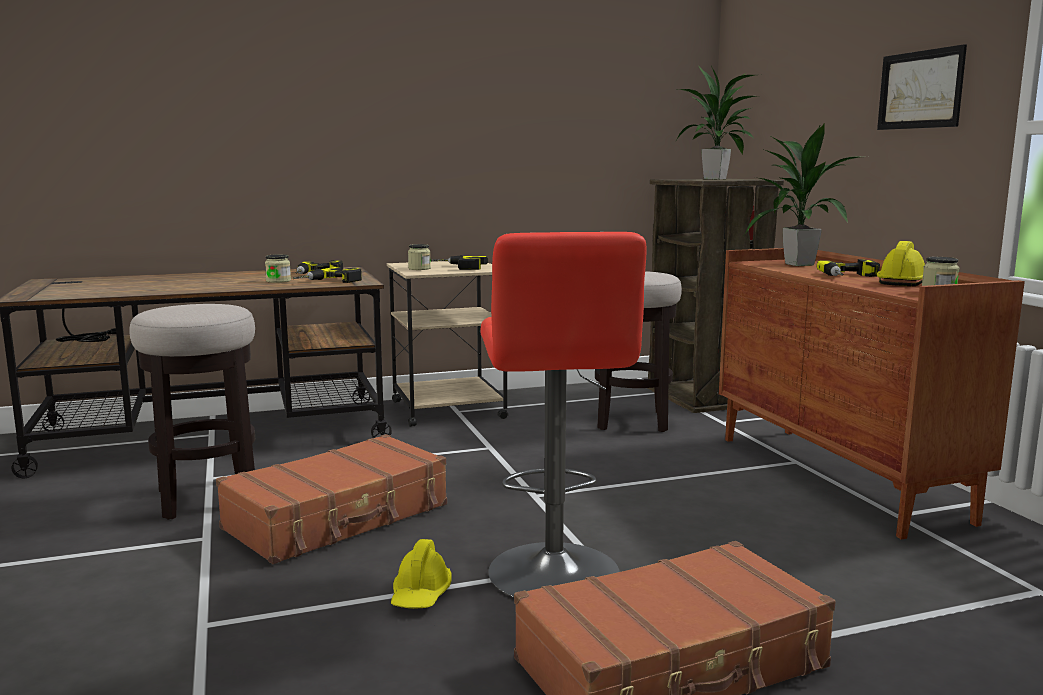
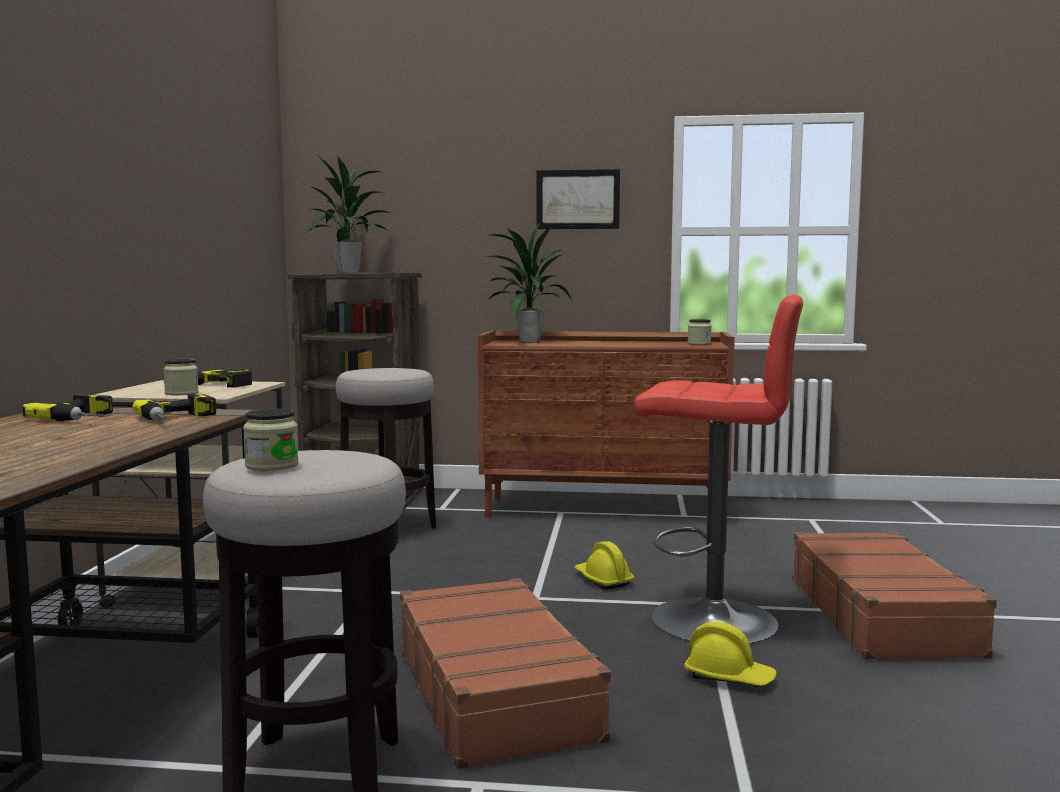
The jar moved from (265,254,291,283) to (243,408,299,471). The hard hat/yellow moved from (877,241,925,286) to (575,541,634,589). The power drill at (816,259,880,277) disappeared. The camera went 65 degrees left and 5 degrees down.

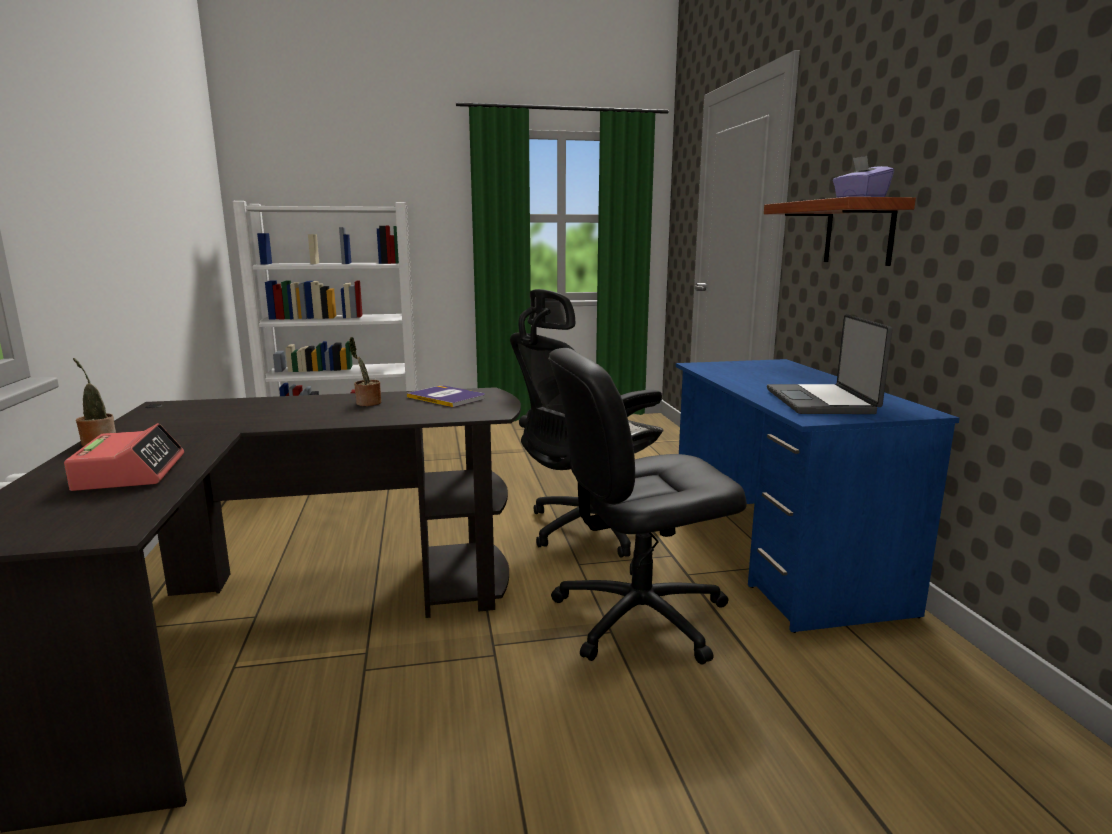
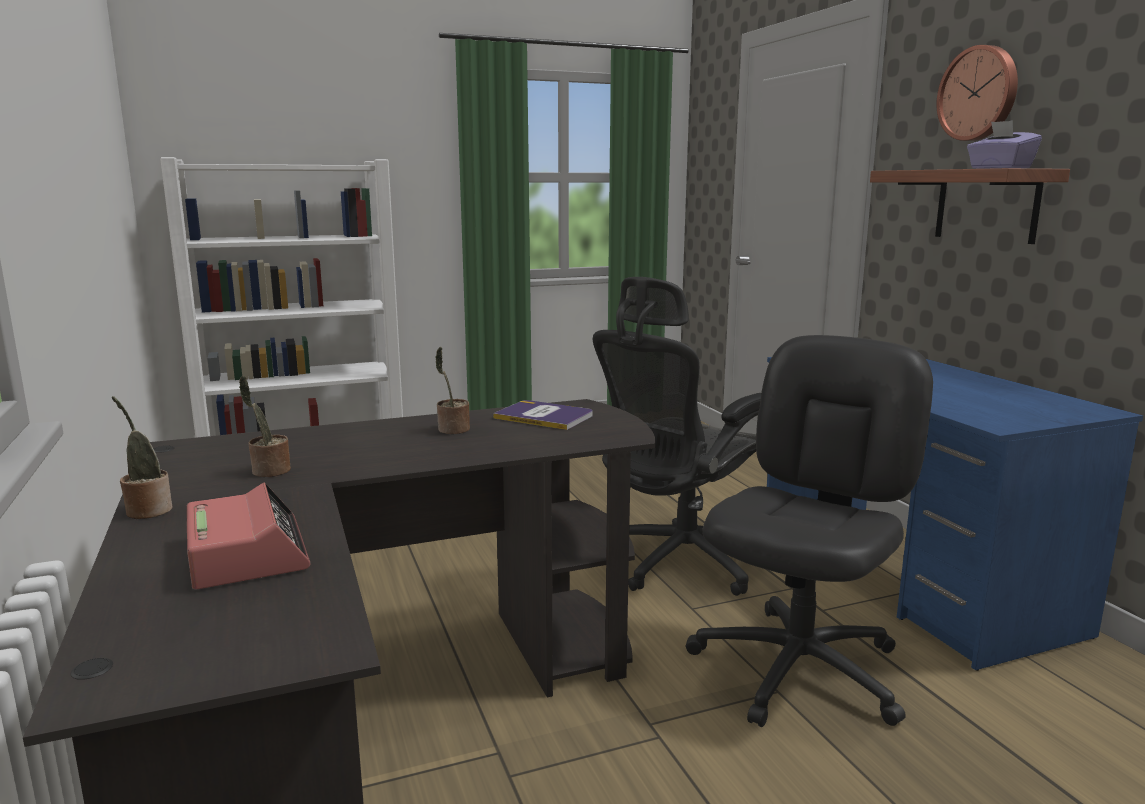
The potted plant at (239,376,291,477) appeared. The office chair/black at (548,348,747,665) turned 150 degrees clockwise. The wall clock at (936,45,1018,141) appeared. The laptop at (767,315,892,414) disappeared. The camera went 10 degrees left and 0 degrees up.

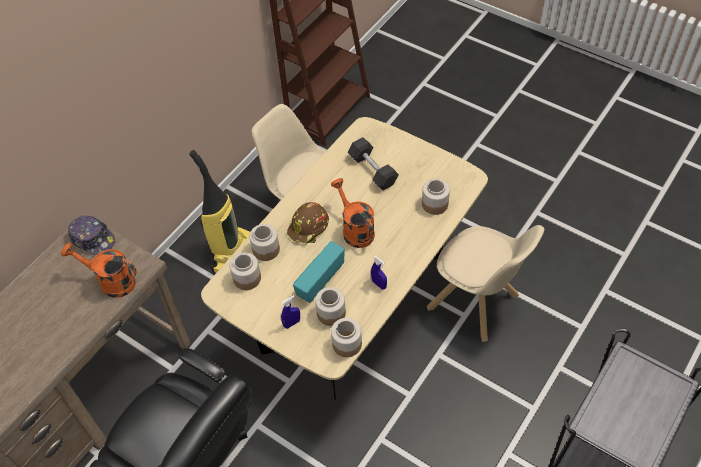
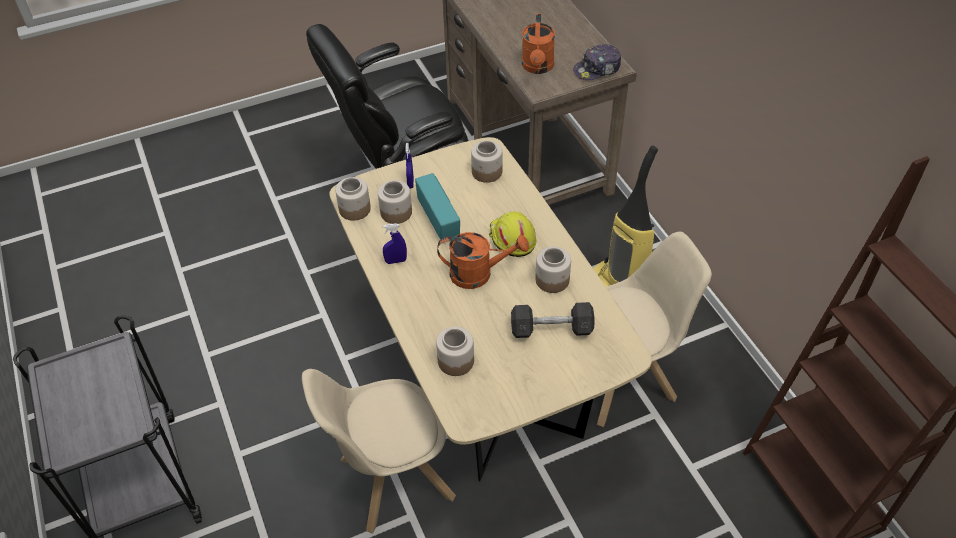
The hard hat/brown at (287,202,329,243) became the hard hat/yellow at (489,212,536,257). The watering can/orange at (61,243,137,298) turned 135 degrees clockwise. The jar moved from (249,224,280,261) to (535,247,571,293). The camera went 120 degrees right and 5 degrees down.

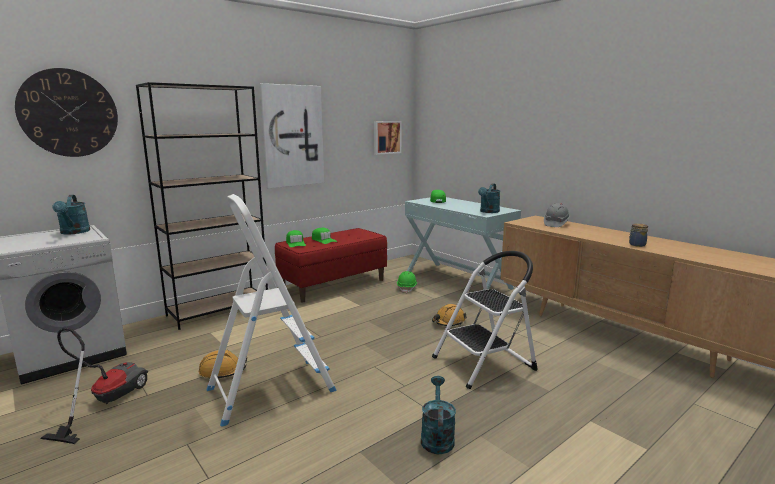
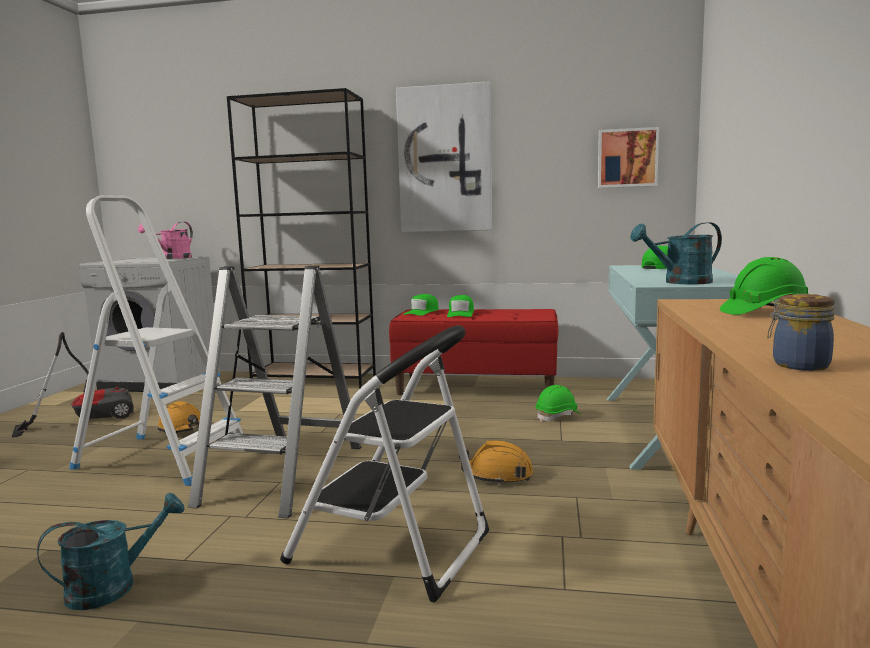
The watering can/turquoise at (52,195,90,234) became the watering can/pink at (138,222,193,259). The step ladder/grey at (188,266,362,519) appeared. The hard hat/grey at (544,203,570,227) became the hard hat/green at (720,257,808,315). The wall clock at (15,68,118,157) disappeared. The camera went 50 degrees right and 5 degrees down.

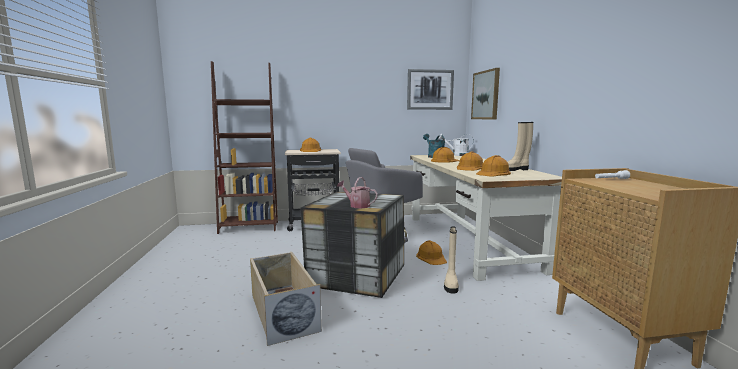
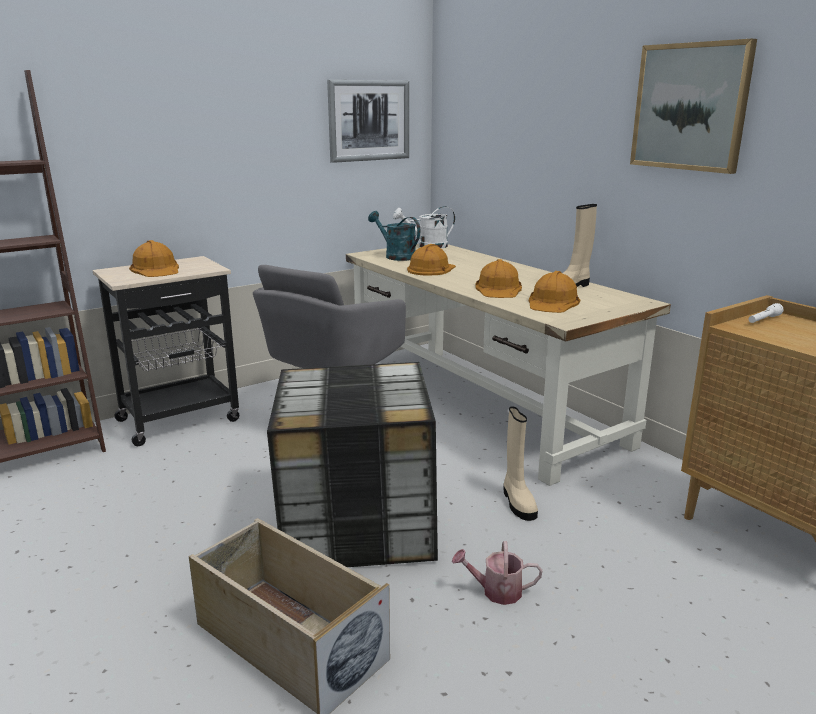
The watering can moved from (337,177,378,208) to (452,541,542,605). The picture moved from (471,68,500,120) to (630,39,757,174). The hard hat/orange at (416,240,447,265) disappeared. The camera went 25 degrees left and 10 degrees up.

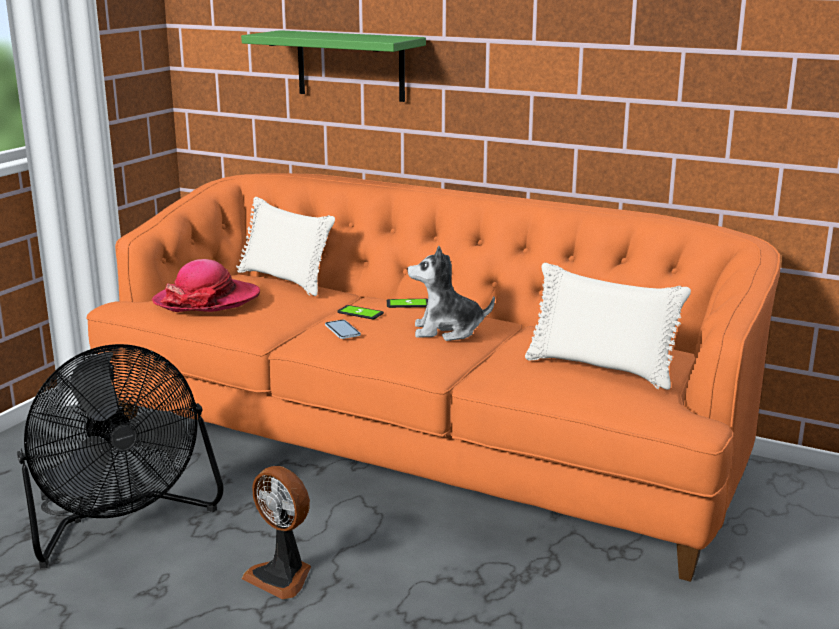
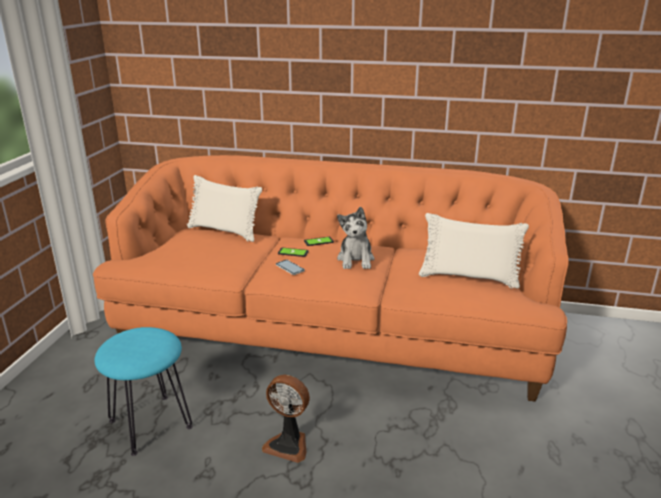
The fan/black at (17,344,224,568) was replaced by the stool/turquoise at (94,327,193,456). The plush toy at (407,246,495,341) turned 75 degrees counterclockwise. The hat at (151,259,260,312) disappeared. The shelf/green at (241,30,426,102) disappeared. The camera went 15 degrees left and 5 degrees up.

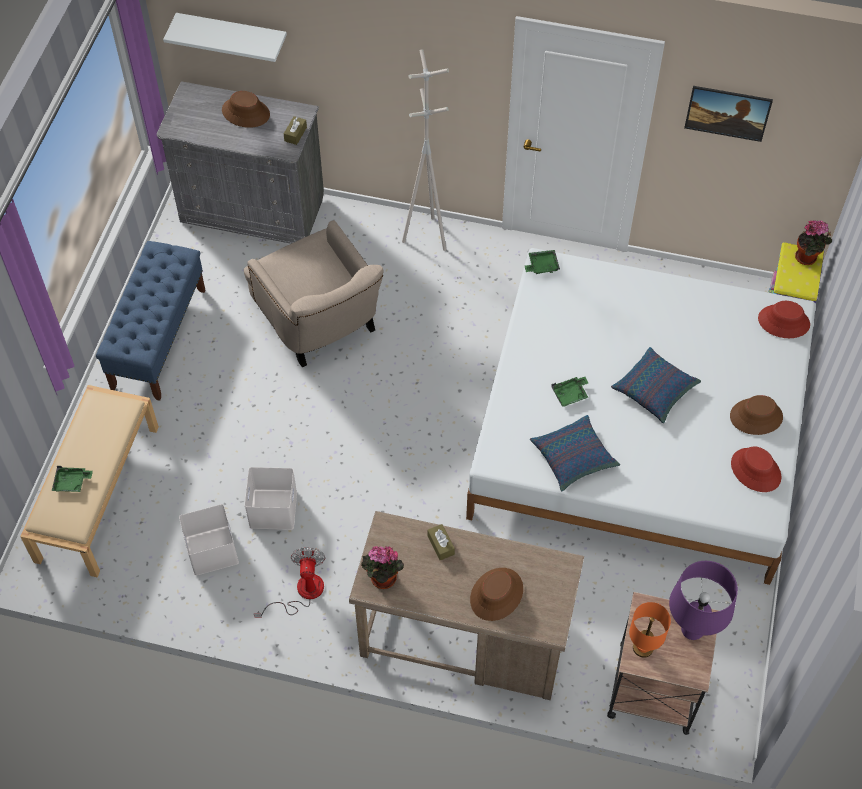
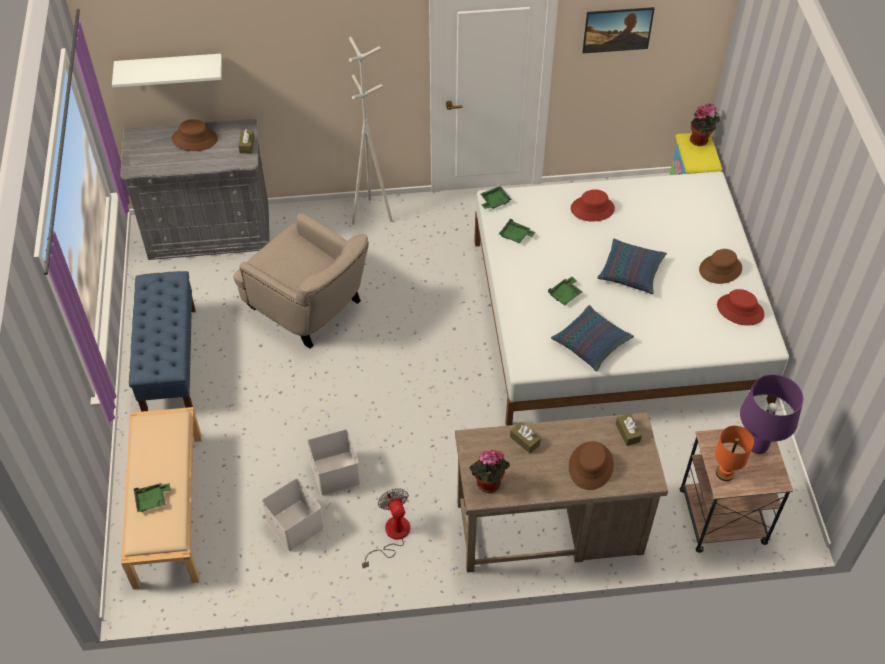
The tray/green at (499,219,535,243) appeared. The hat/red moved from (758,301,810,338) to (571,189,615,222). The tissue box/brown at (616,414,642,446) appeared. The camera went 20 degrees left and 5 degrees down.

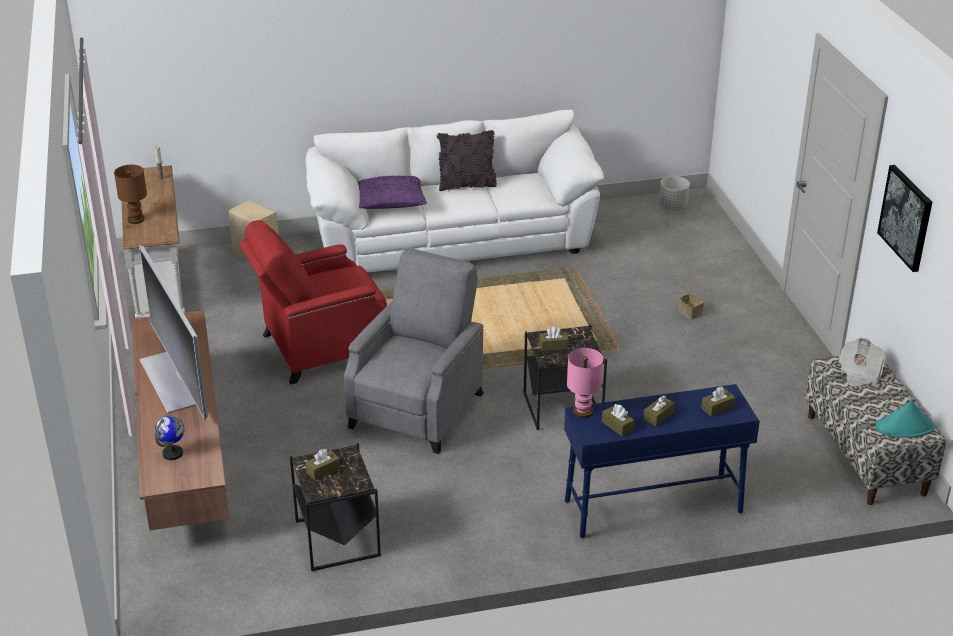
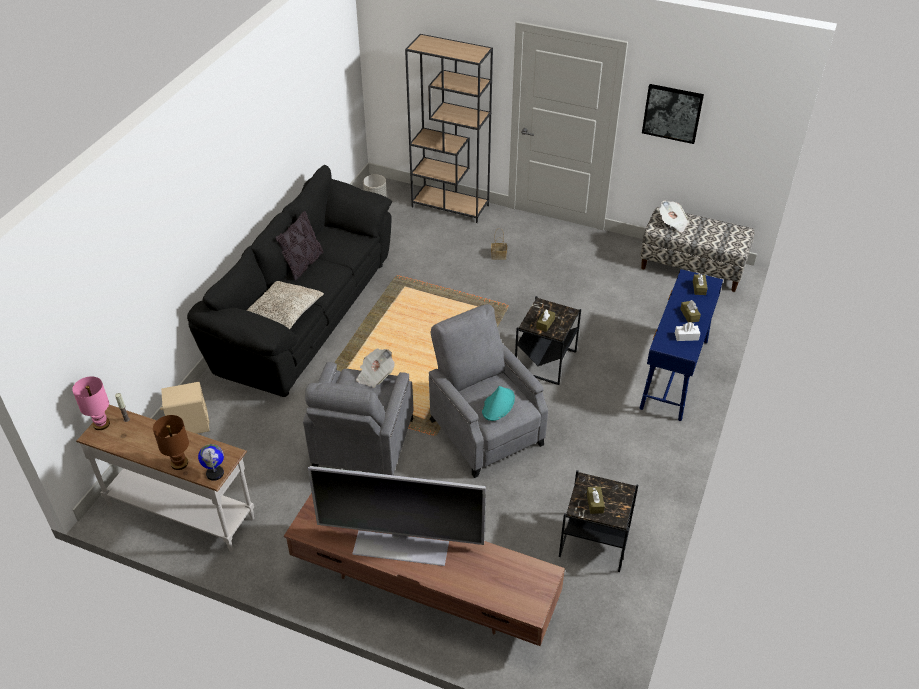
The table lamp/pink moved from (567,348,603,418) to (72,376,110,430). The sofa/white at (306,110,604,272) became the sofa/black at (187,165,392,397). The globe moved from (155,415,184,460) to (198,444,224,481). The pillow/purple at (358,176,427,209) became the pillow/beige at (246,281,324,330). The armchair/red at (240,220,387,385) became the armchair/grey at (303,362,413,475). The newspaper at (356,349,395,388) appeared. The bookcase at (405,34,493,223) appeared. The hat/turquoise moved from (876,400,935,438) to (482,386,515,421). The tissue box/brown at (602,404,635,436) became the tissue box/white at (675,322,700,341). The camera went 55 degrees left and 10 degrees up.

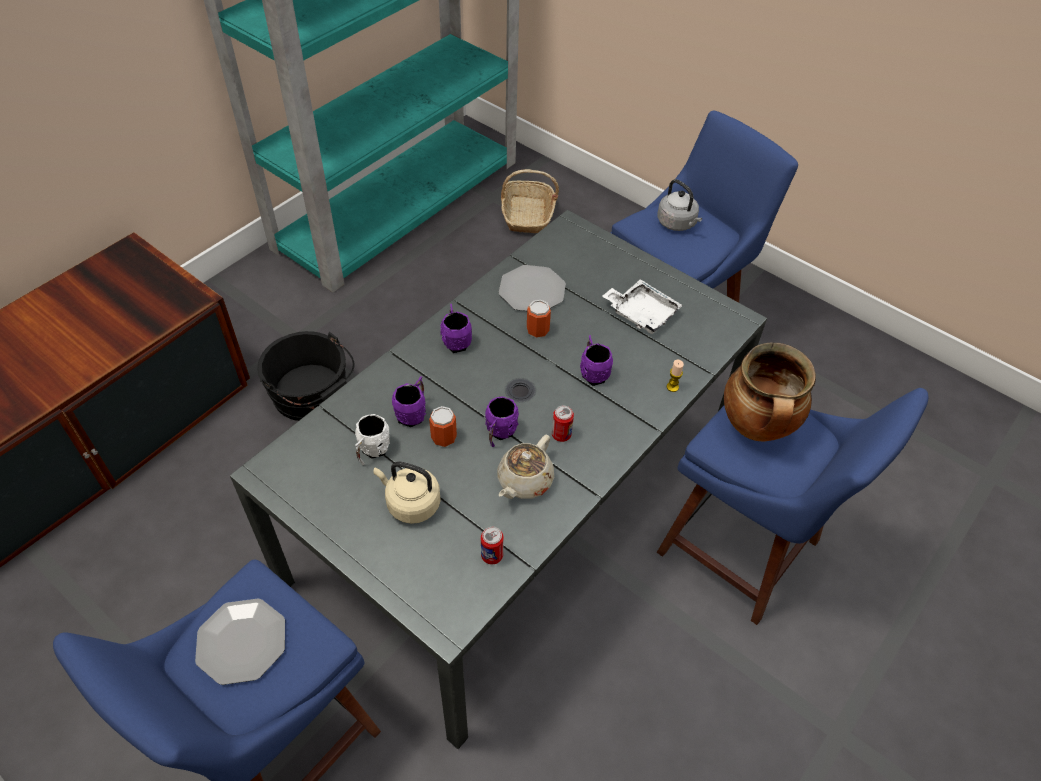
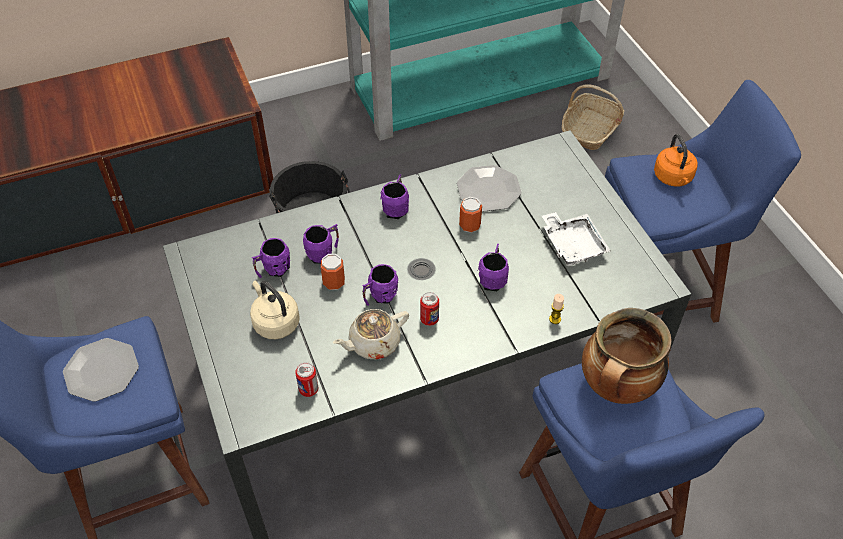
The mug/white at (355,414,390,465) became the mug/purple at (252,238,290,278). The kettle/grey at (657,179,702,231) became the kettle/orange at (654,134,698,186). The camera went 30 degrees right and 0 degrees up.

